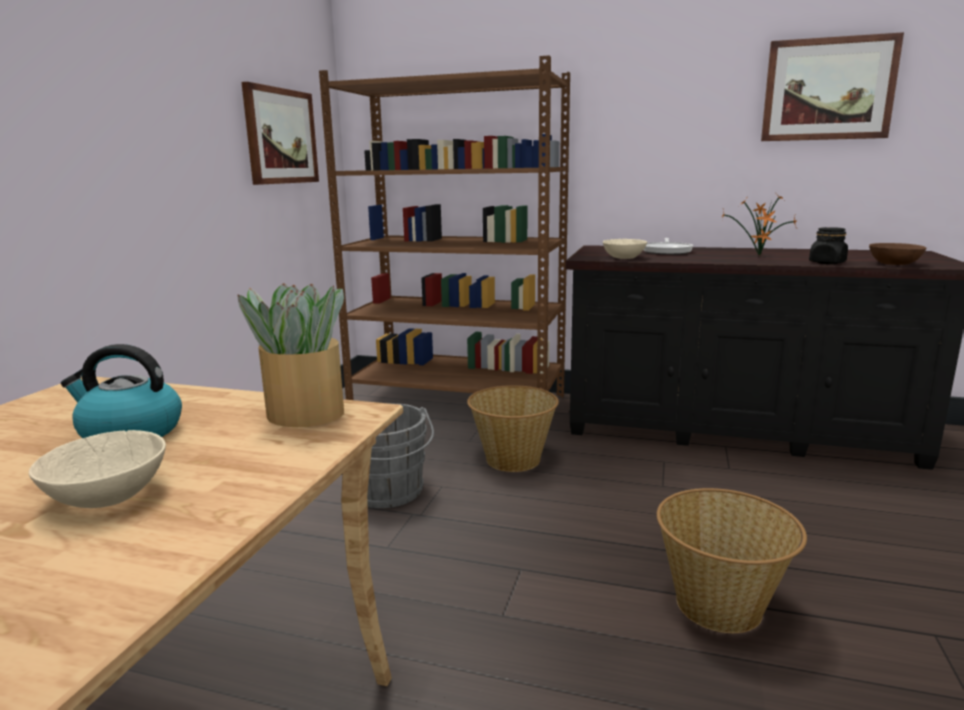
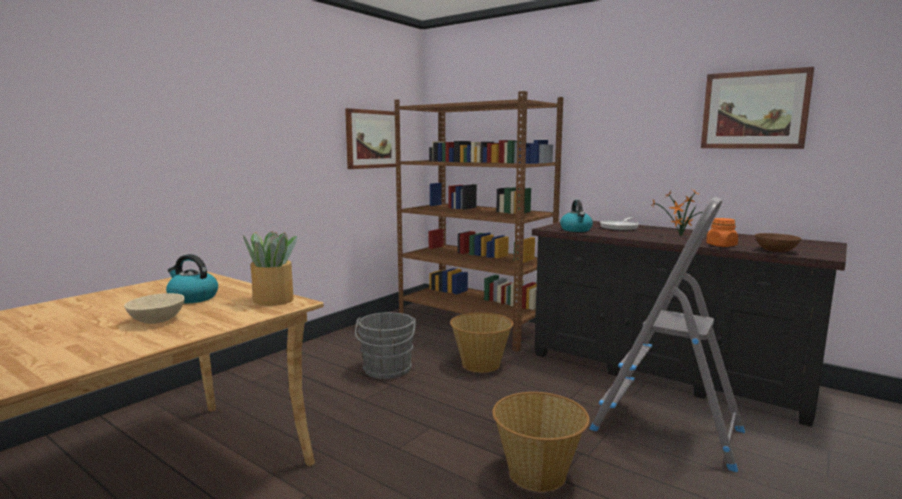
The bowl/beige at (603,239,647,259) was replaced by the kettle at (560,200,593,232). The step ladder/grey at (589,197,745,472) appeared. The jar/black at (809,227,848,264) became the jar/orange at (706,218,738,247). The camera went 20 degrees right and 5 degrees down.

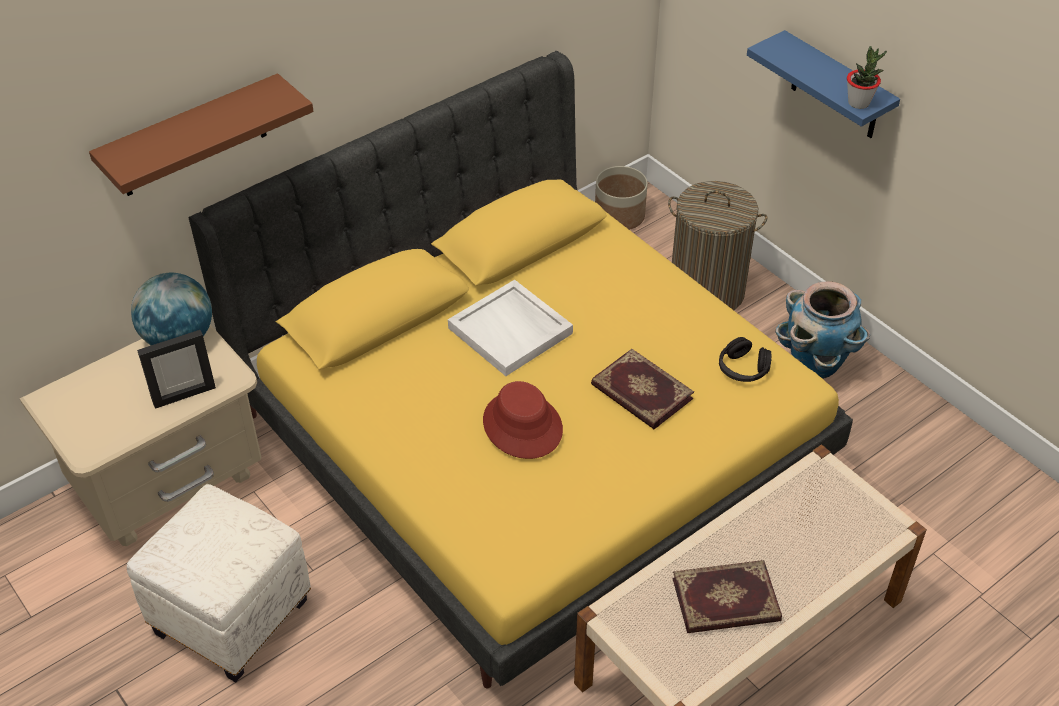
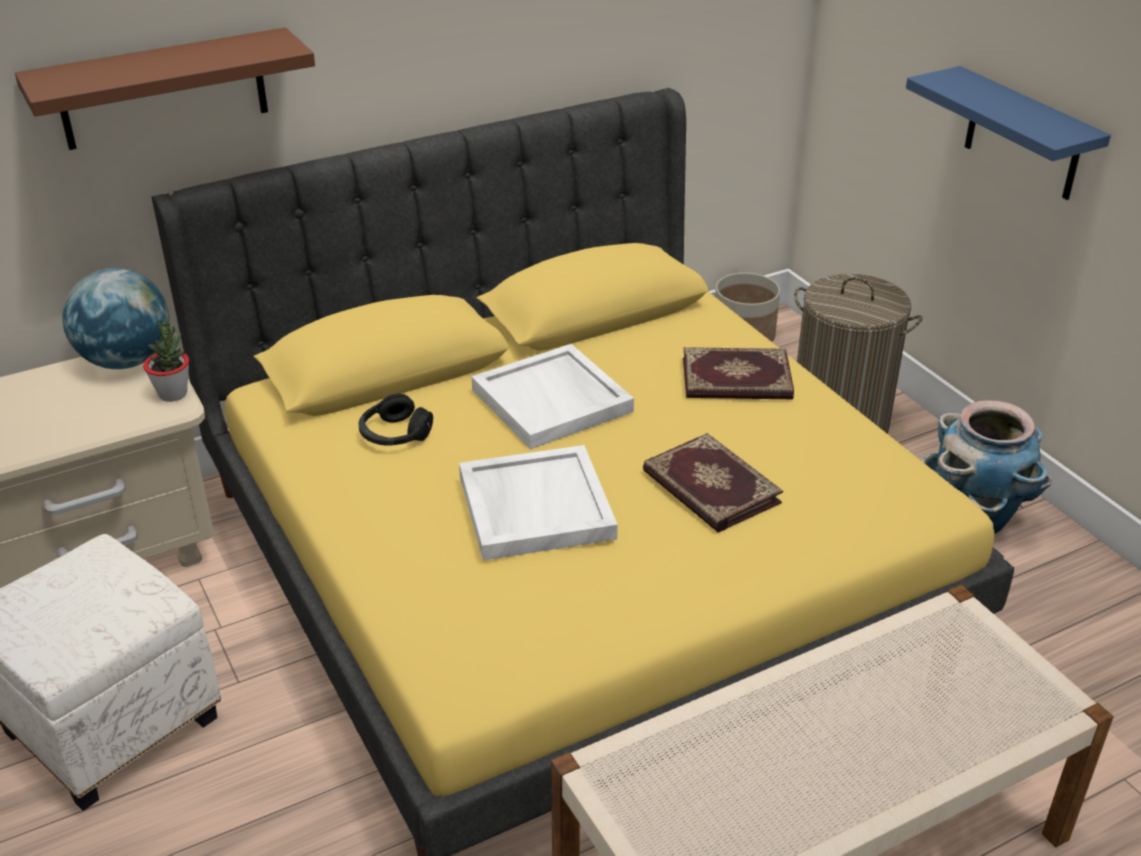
The potted plant moved from (847,46,887,109) to (143,319,189,402). The headphones/black moved from (719,337,772,382) to (358,394,433,446). The hat/red at (483,381,563,459) was replaced by the tray/white at (459,445,618,561). The book moved from (672,560,782,633) to (683,347,794,399). The picture frame at (137,330,216,409) disappeared. The camera went 10 degrees right and 10 degrees down.

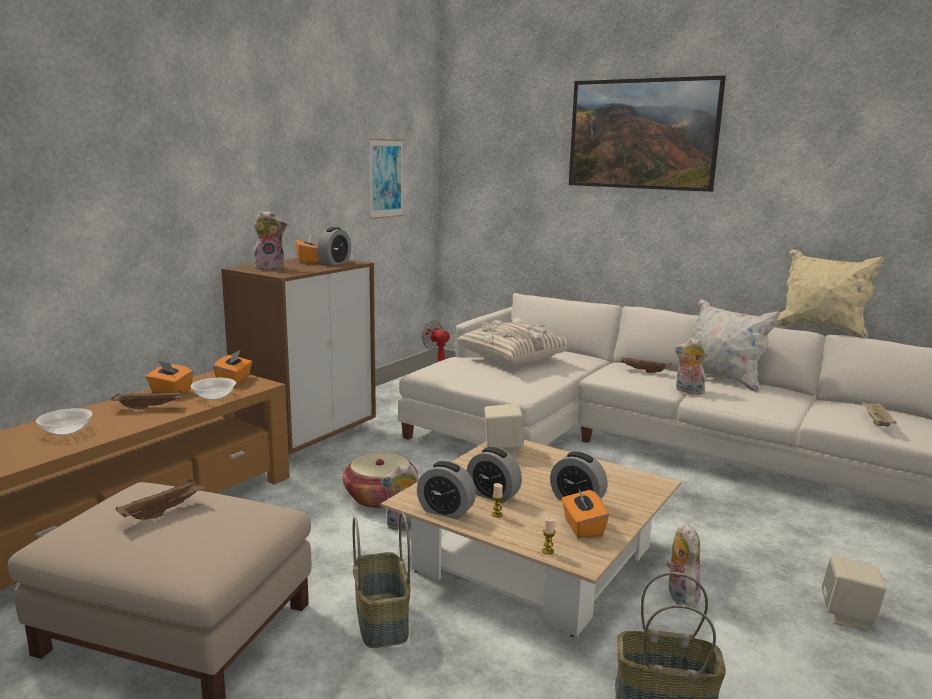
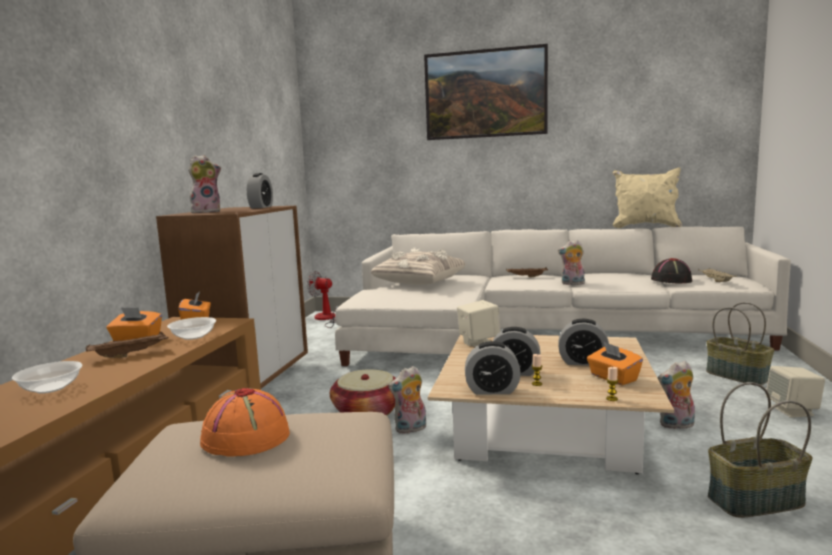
The tray/brown at (116,479,208,520) was replaced by the hat/orange at (200,388,290,456). The hat/black at (651,258,692,283) appeared. The plush toy at (666,523,701,608) turned 75 degrees counterclockwise. The basket moved from (353,512,410,648) to (706,302,774,386). The tissue box/orange at (295,234,319,263) disappeared. The picture at (369,138,403,219) disappeared. The pillow/white at (694,299,780,392) disappeared. The camera went 20 degrees left and 5 degrees down.

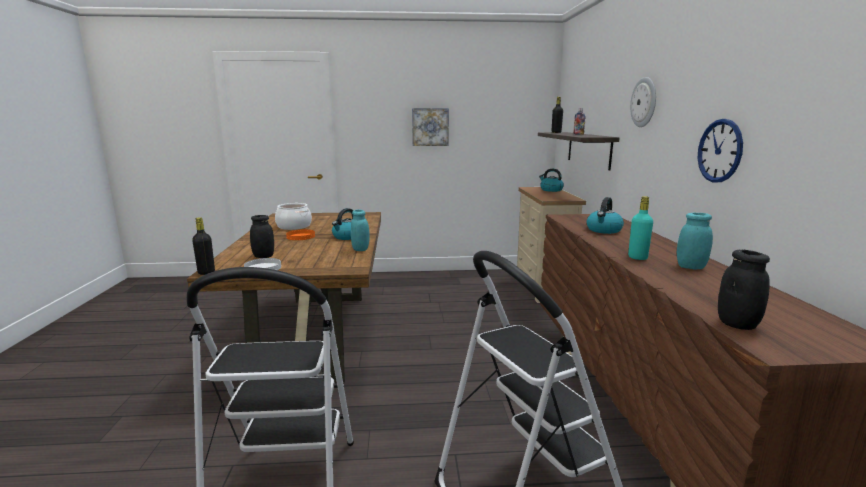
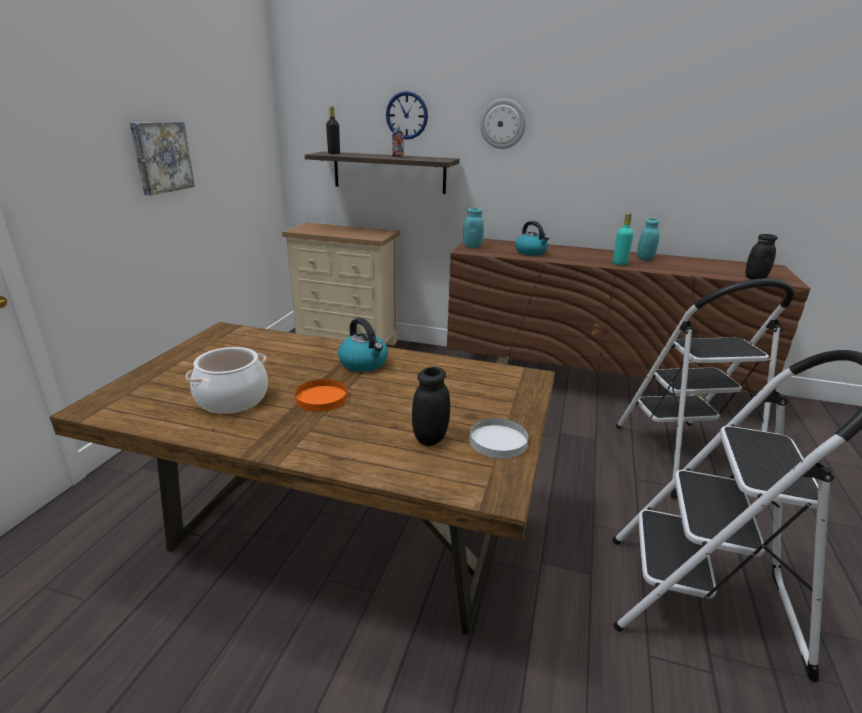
The wall clock moved from (698,119,743,182) to (386,91,428,140). The jar/turquoise moved from (351,210,370,251) to (463,208,484,248). The bottle/black at (192,217,215,275) disappeared. The kettle at (539,169,564,192) disappeared. The camera went 70 degrees left and 10 degrees up.

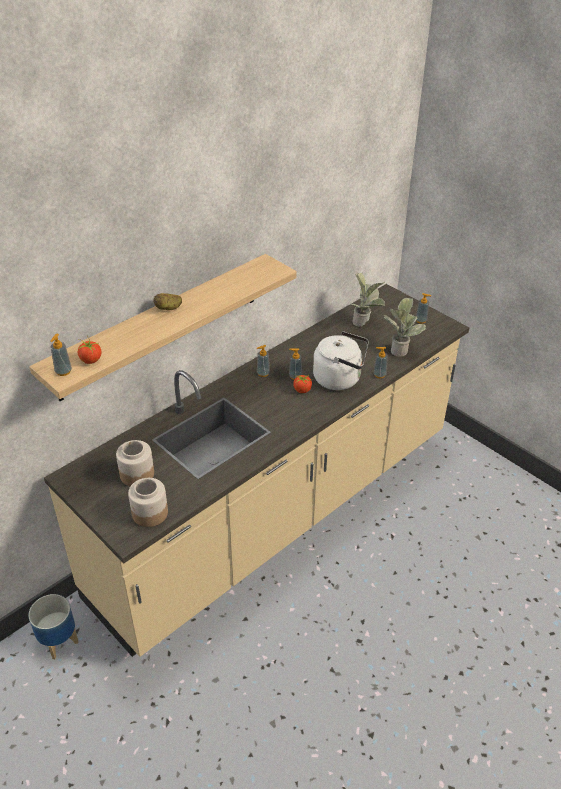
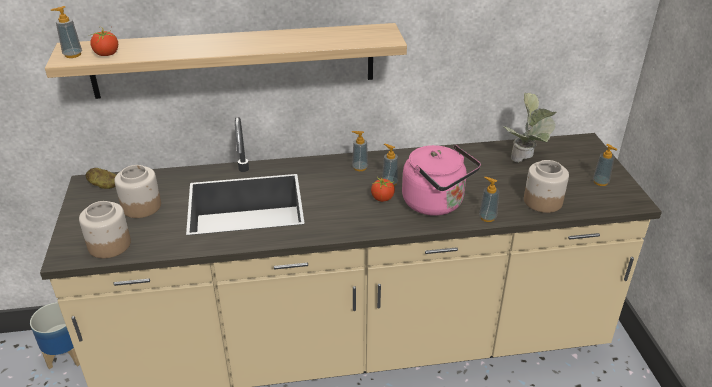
The potato moved from (153,293,182,310) to (86,168,116,189). The kettle/white at (313,331,369,390) became the kettle/pink at (402,145,481,216). The potted plant at (383,298,426,357) was replaced by the jar at (524,160,569,213). The camera went 35 degrees right and 5 degrees down.

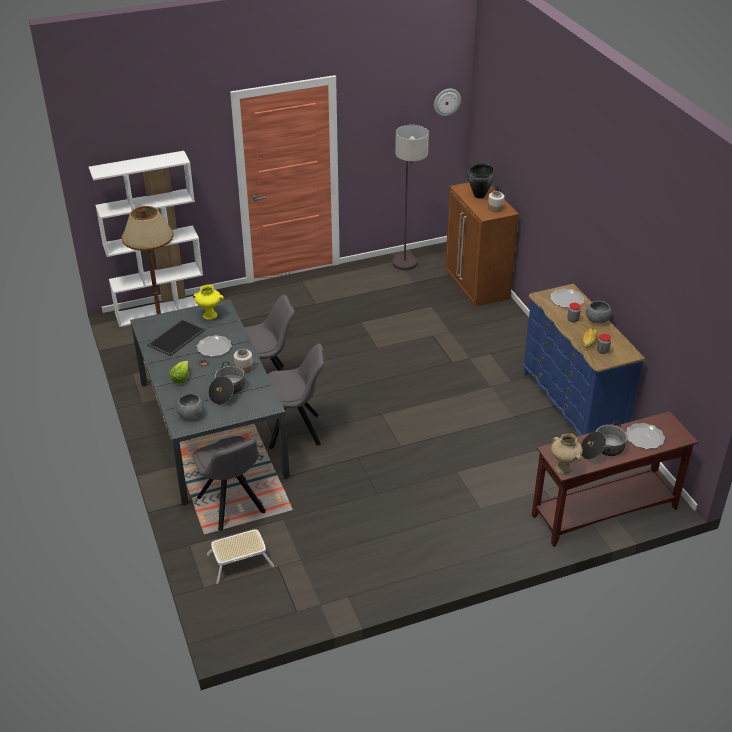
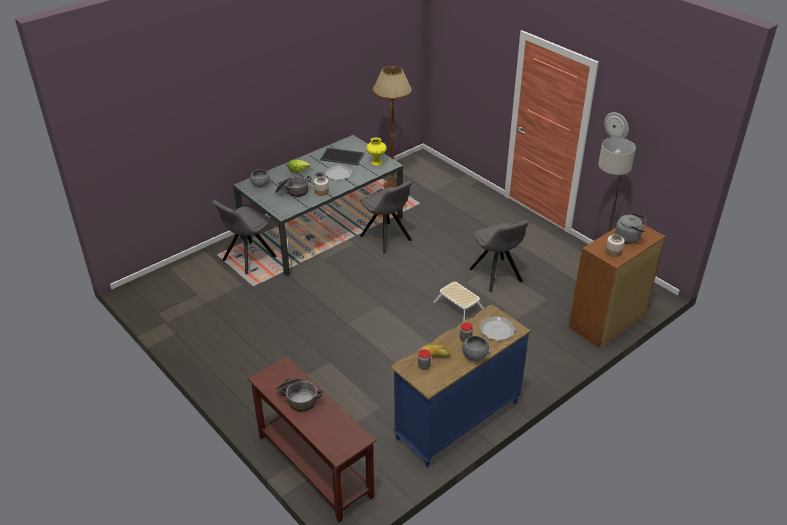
The step ladder/beige moved from (206,529,274,584) to (433,282,484,321). The chair/grey moved from (267,344,324,449) to (469,220,529,292). The wall clock moved from (434,89,461,116) to (604,112,629,138). The cooking pot/black at (467,163,495,198) was replaced by the kettle/grey at (615,213,647,244). The bookcase/white at (89,151,203,327) disappeared. The vase/beige at (551,433,583,474) disappeared. The plate at (626,423,665,449) disappeared. The camera went 70 degrees right and 0 degrees up.

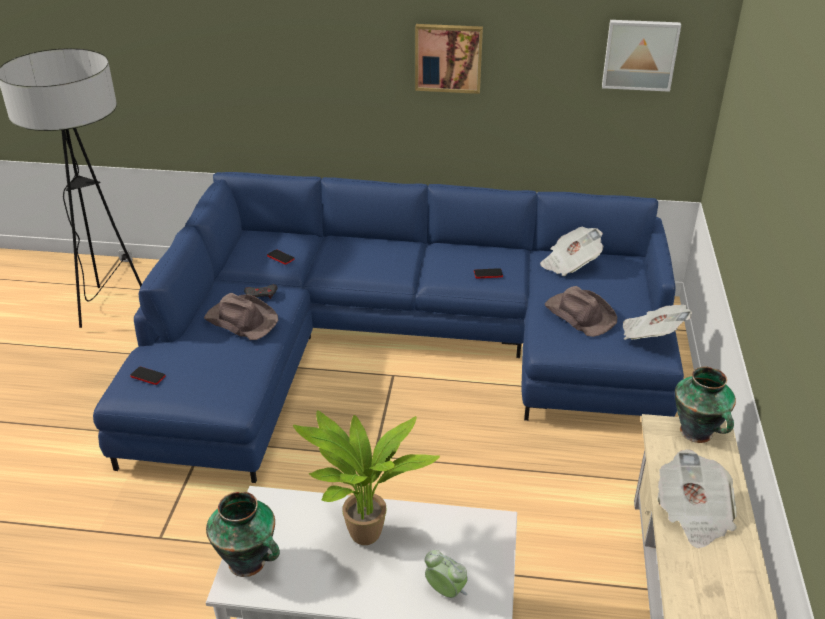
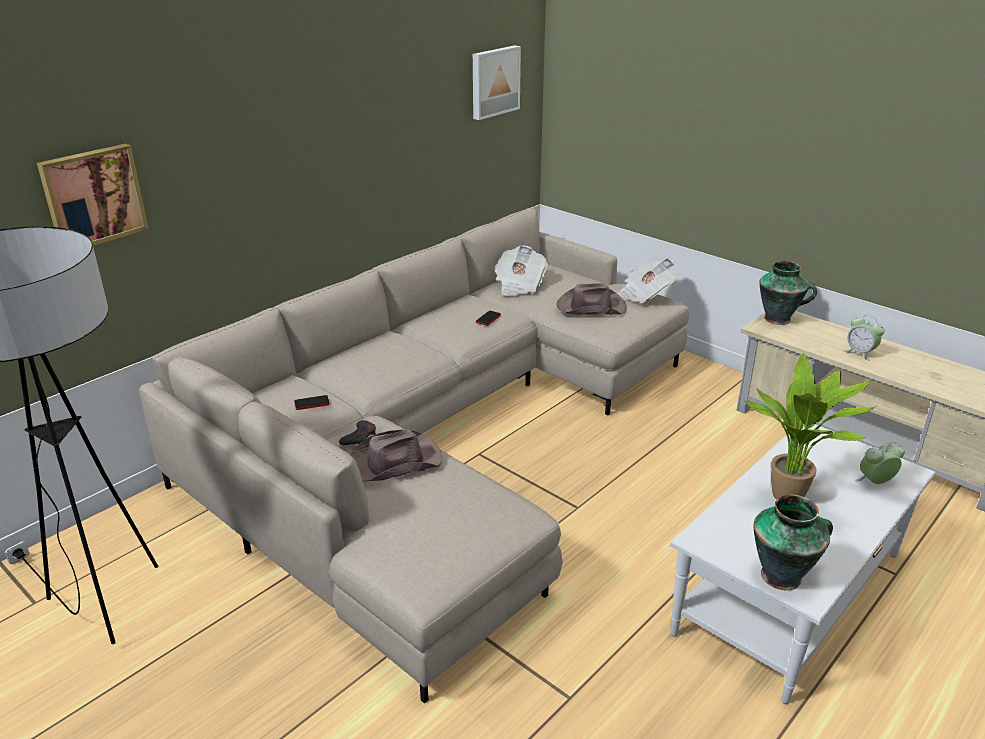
The picture moved from (415,24,483,94) to (37,144,148,245). The sofa/blue at (93,172,684,483) became the sofa/beige at (139,208,689,704). The newspaper at (657,450,737,549) was replaced by the alarm clock at (844,315,885,361). The phone at (130,367,166,385) disappeared. The camera went 55 degrees left and 5 degrees down.

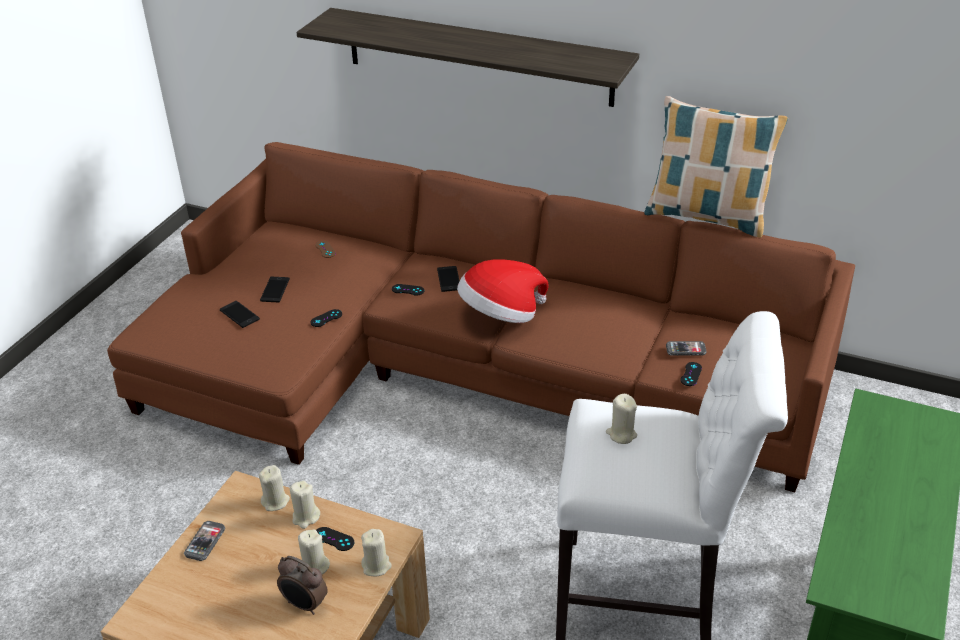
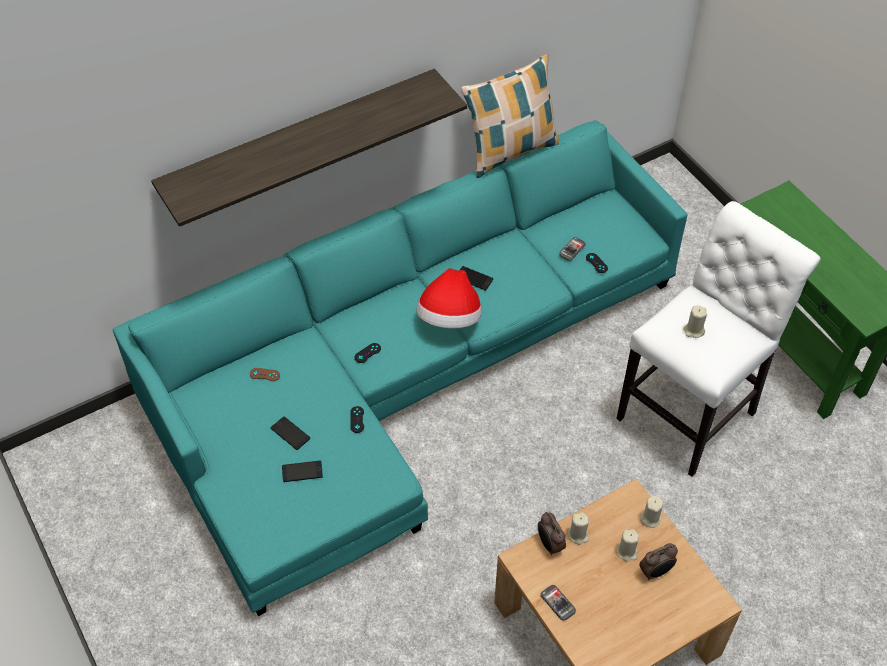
The sofa/brown at (107,142,855,492) became the sofa/turquoise at (113,120,688,616). The phone moved from (437,266,460,292) to (460,266,493,291). The candle/beige at (259,465,290,511) was replaced by the alarm clock at (538,512,566,555). The game controller/black at (316,527,354,551) disappeared. The camera went 55 degrees left and 15 degrees up.

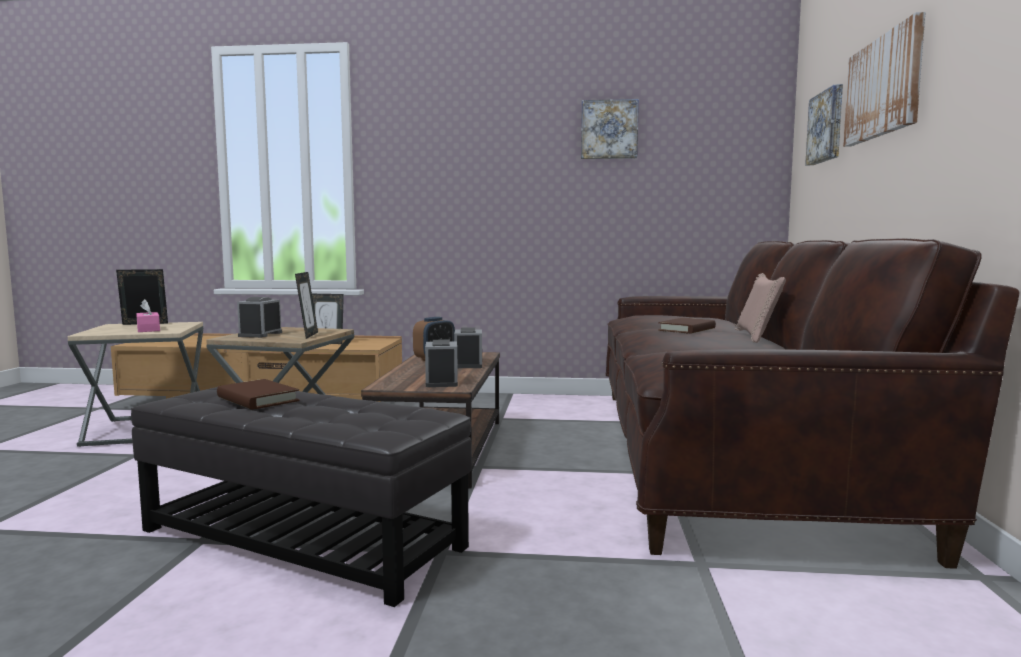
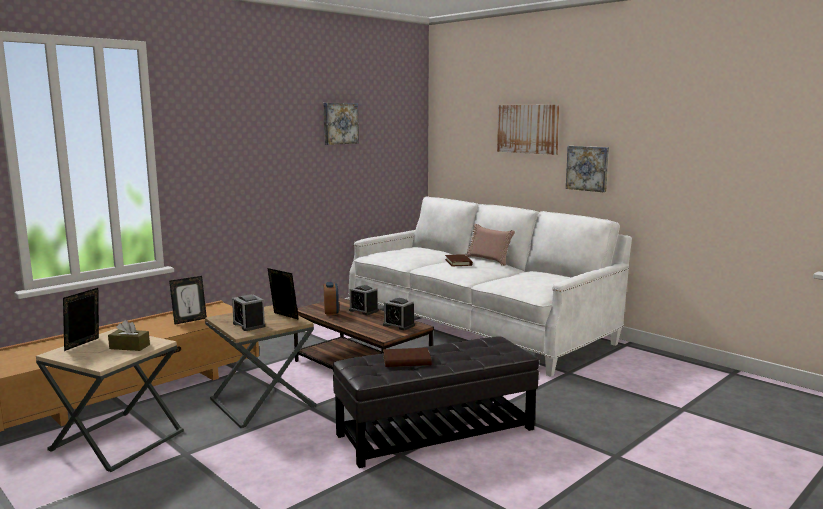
The tissue box/pink at (136,299,160,332) became the tissue box/brown at (108,320,150,351). The sofa/brown at (606,238,1019,569) became the sofa/white at (349,196,632,377). The picture moved from (805,84,843,165) to (566,146,609,192). The camera went 50 degrees left and 5 degrees up.

